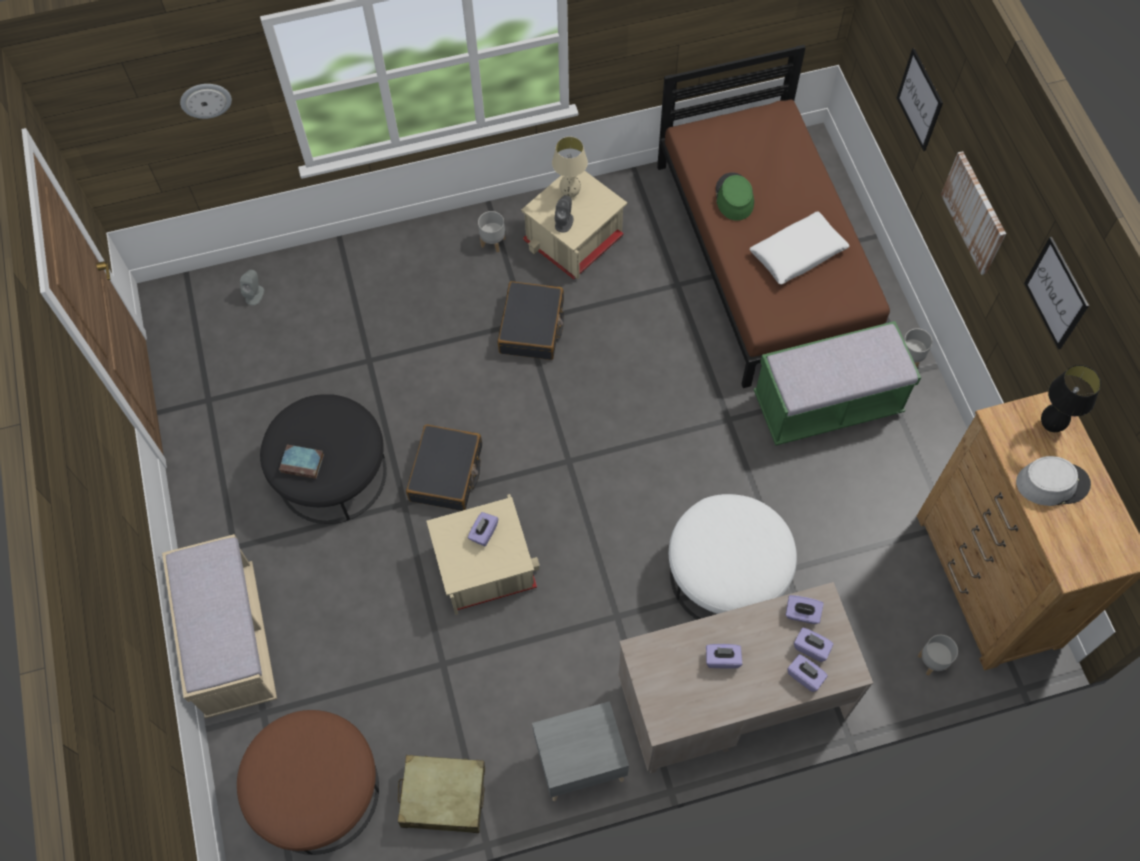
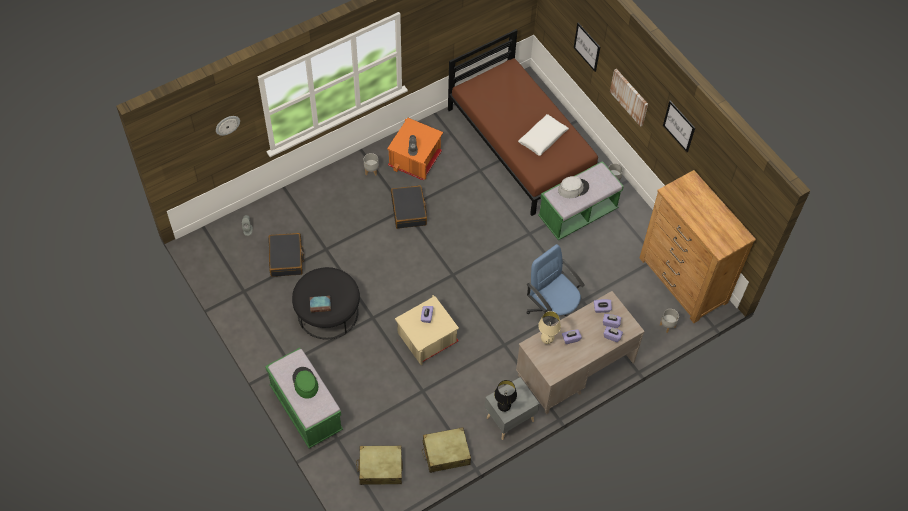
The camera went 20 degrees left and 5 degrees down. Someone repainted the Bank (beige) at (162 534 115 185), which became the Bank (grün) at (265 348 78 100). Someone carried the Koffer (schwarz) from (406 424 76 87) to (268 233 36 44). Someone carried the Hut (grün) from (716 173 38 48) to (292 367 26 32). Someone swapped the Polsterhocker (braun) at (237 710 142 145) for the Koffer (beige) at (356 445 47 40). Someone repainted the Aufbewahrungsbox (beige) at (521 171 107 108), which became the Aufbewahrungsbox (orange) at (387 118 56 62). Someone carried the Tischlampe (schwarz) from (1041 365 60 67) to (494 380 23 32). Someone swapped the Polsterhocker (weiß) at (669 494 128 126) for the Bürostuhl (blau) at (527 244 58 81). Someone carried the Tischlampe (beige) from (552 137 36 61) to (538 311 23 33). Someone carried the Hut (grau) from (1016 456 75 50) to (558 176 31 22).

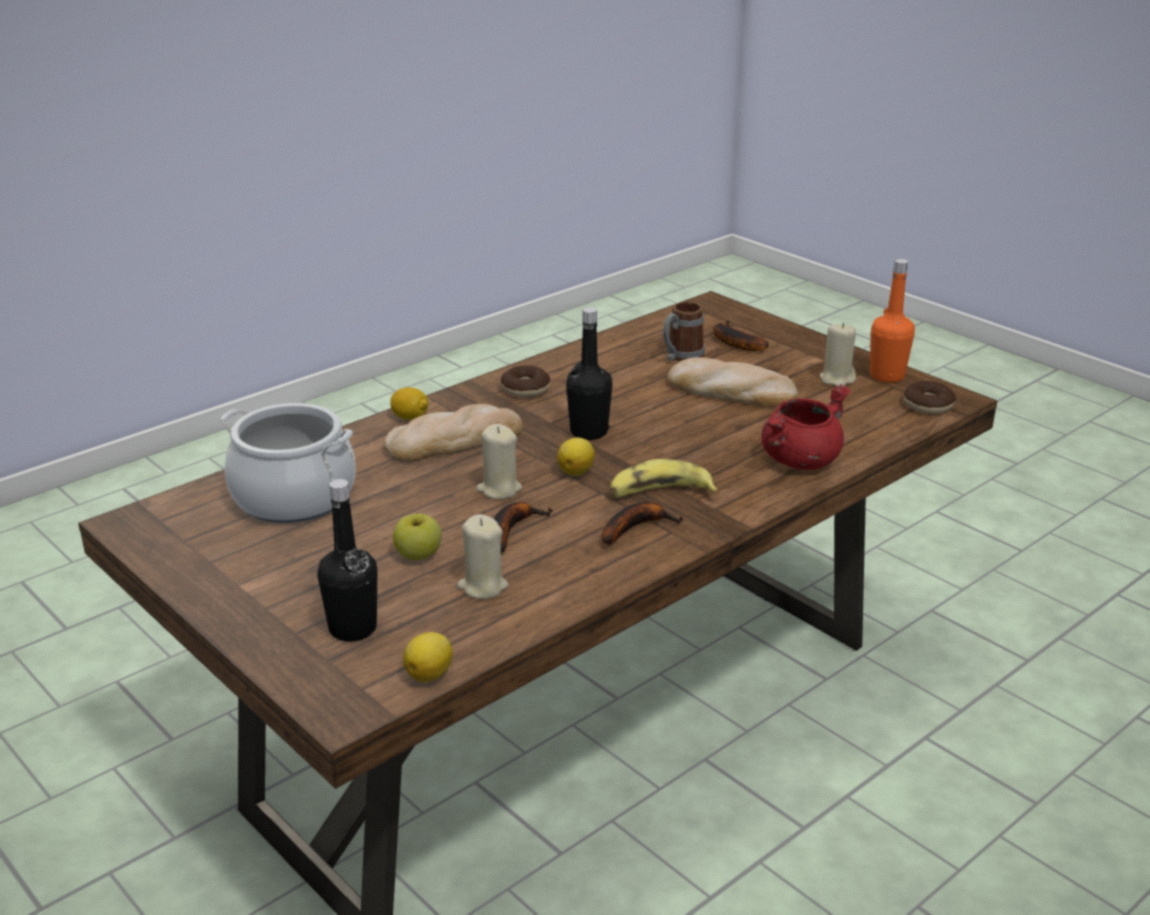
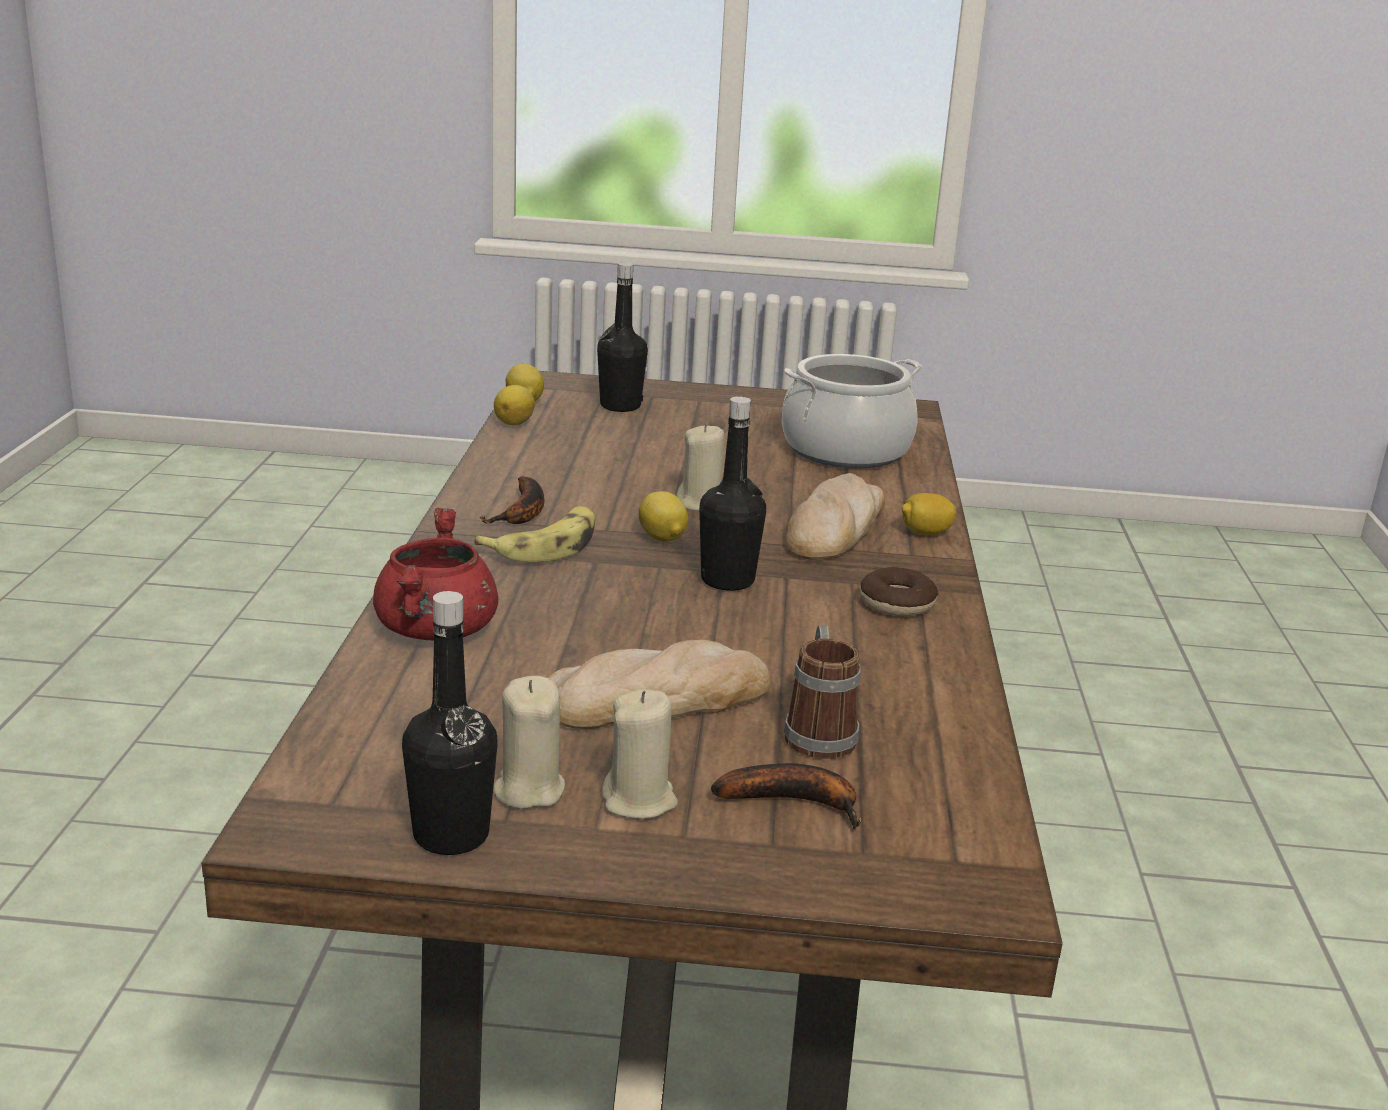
The camera went 135 degrees right and 5 degrees down. Someone repainted the Flasche (orange) at (870 259 45 124), which became the Flasche (schwarz) at (402 591 96 264). Someone put down the Zitrone at (494 385 41 40). Someone carried the Kerze (beige) from (457 514 52 85) to (602 689 76 130). Someone took away the Apfel at (393 514 49 46). Someone took away the Banane at (494 502 59 51). Someone took away the Donut at (904 381 52 33).

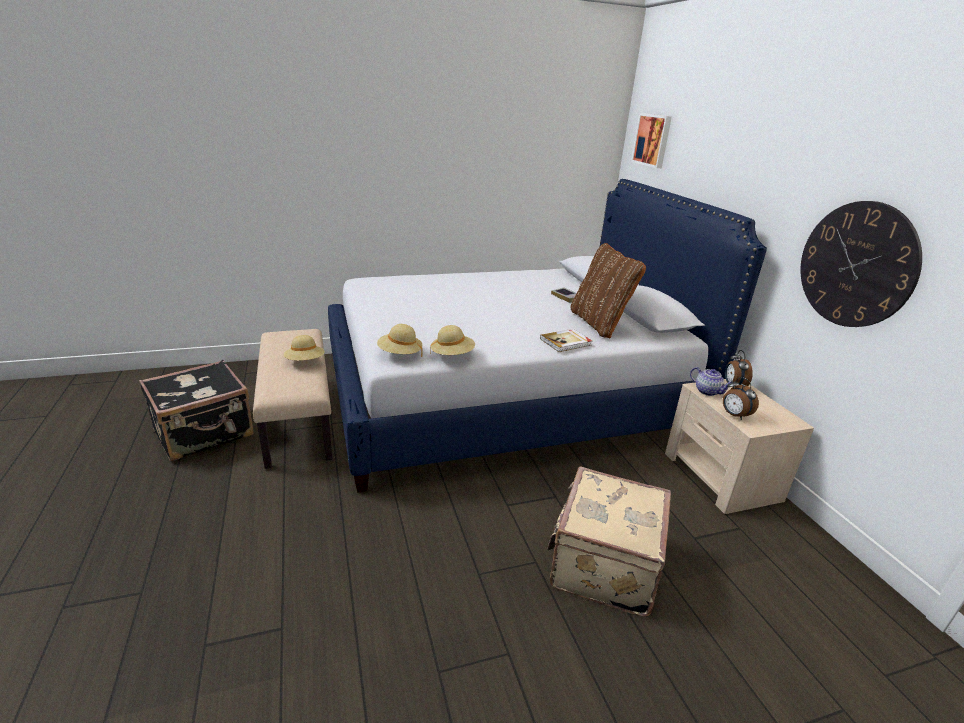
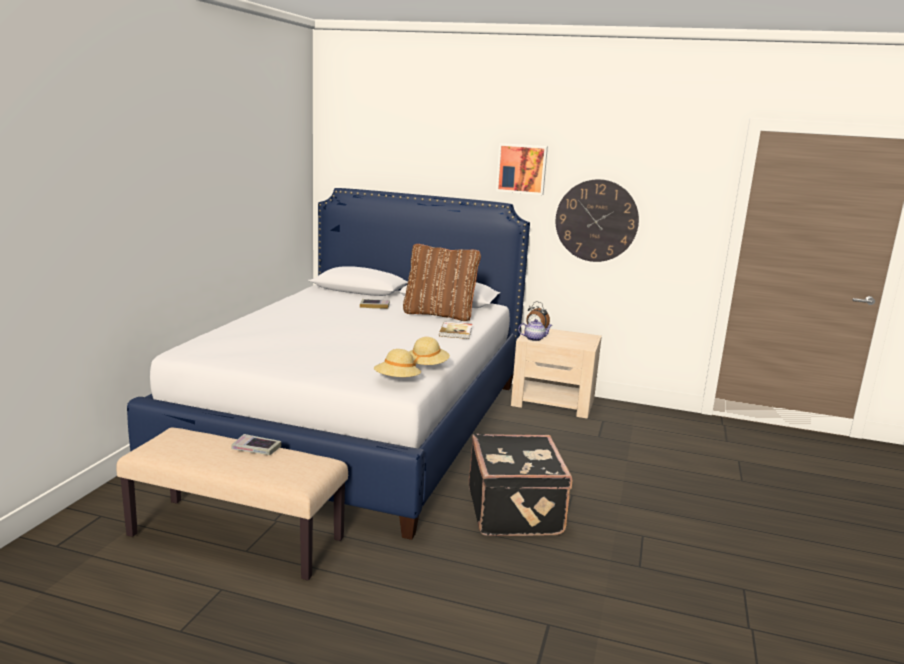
The camera went 55 degrees left and 10 degrees down. Someone swapped the Hut (beige) at (284 335 41 26) for the Buch at (231 434 50 21). Someone carried the Koffer (schwarz) from (139 360 115 101) to (469 434 103 102). Someone carried the Bild from (631 113 41 55) to (496 143 52 52). Someone took away the Koffer (beige) at (547 467 124 150). Someone took away the Wecker at (723 377 36 43).

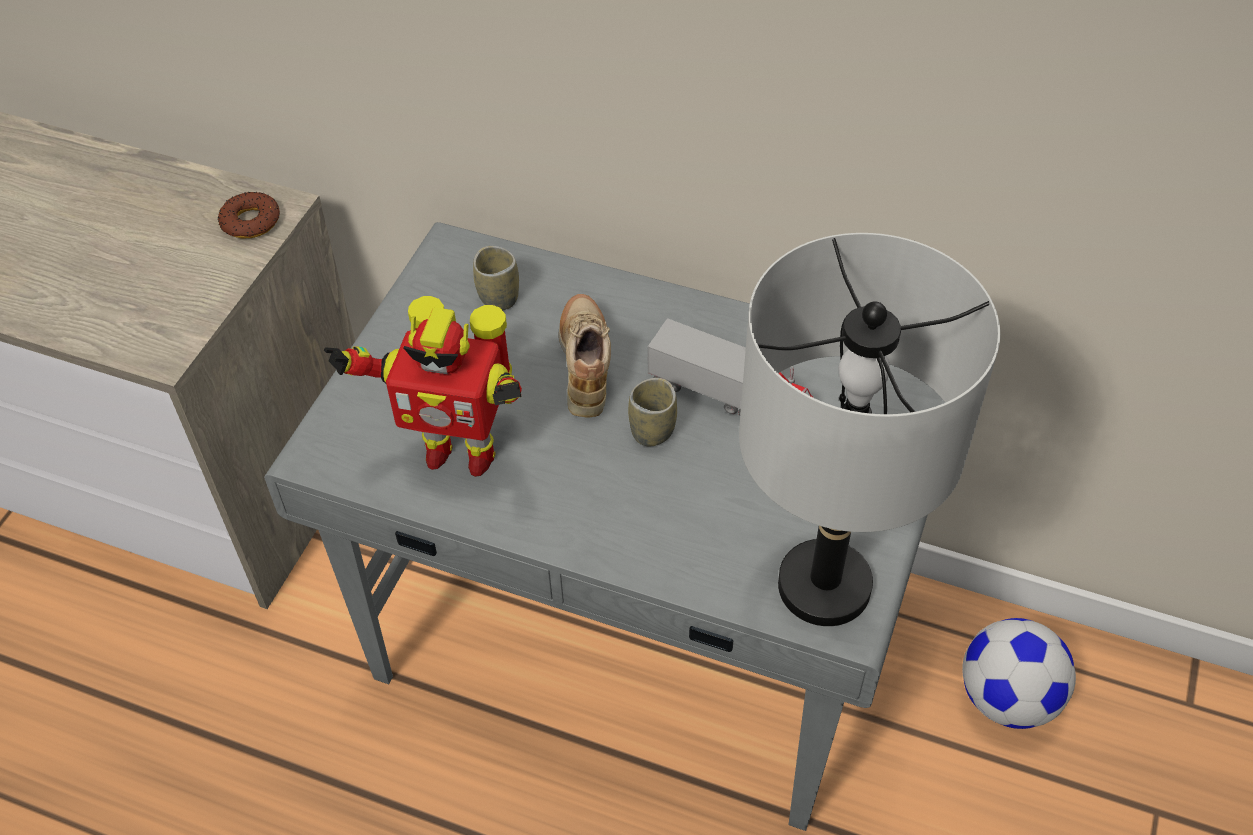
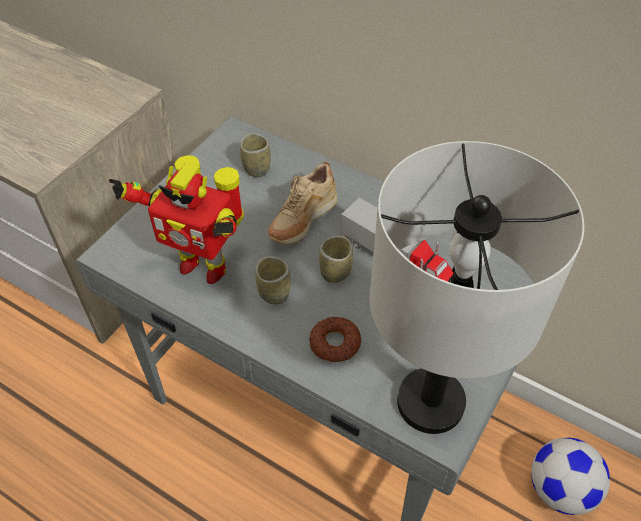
The camera went 10 degrees right and 0 degrees up. Someone put down the Tasse at (255 256 36 48). Someone rotated the Schuh (beige) at (559 294 52 123) by 150 degrees counterclockwise. Someone carried the Donut from (218 192 62 47) to (309 316 52 46).

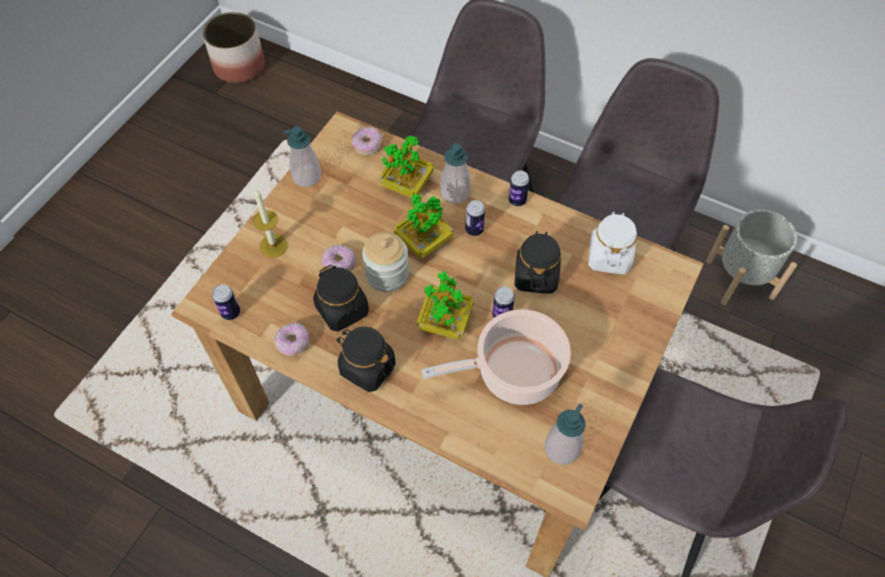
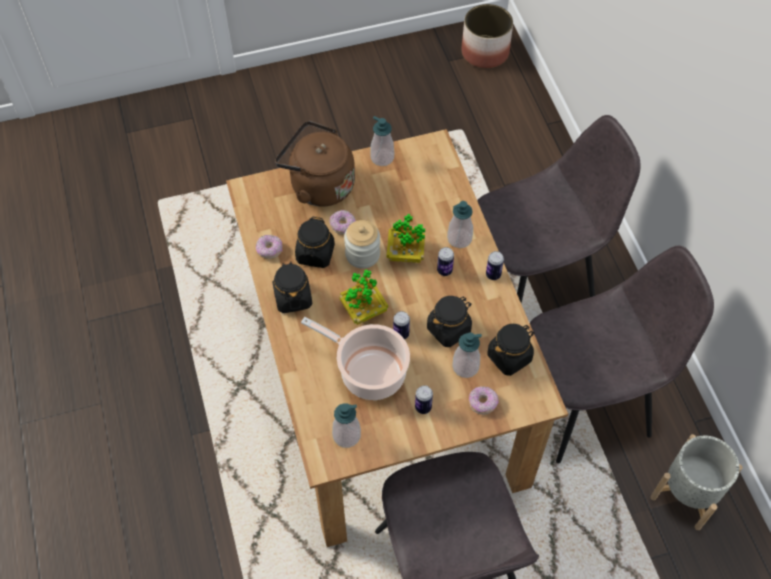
The camera went 45 degrees right and 0 degrees up. Someone swapped the Kerze at (253 188 35 70) for the Wasserkessel (braun) at (275 121 80 86). Someone carried the Dose from (212 284 28 36) to (415 385 18 29). Someone put down the Seifenspender at (452 332 30 46). Someone carried the Donut from (352 127 30 28) to (469 386 30 29). Someone repainted the Vorratsglas (weiß) at (588 212 49 62), which became the Vorratsglas (schwarz) at (487 324 47 52). Someone took away the Topfpflanze at (379 136 55 62).

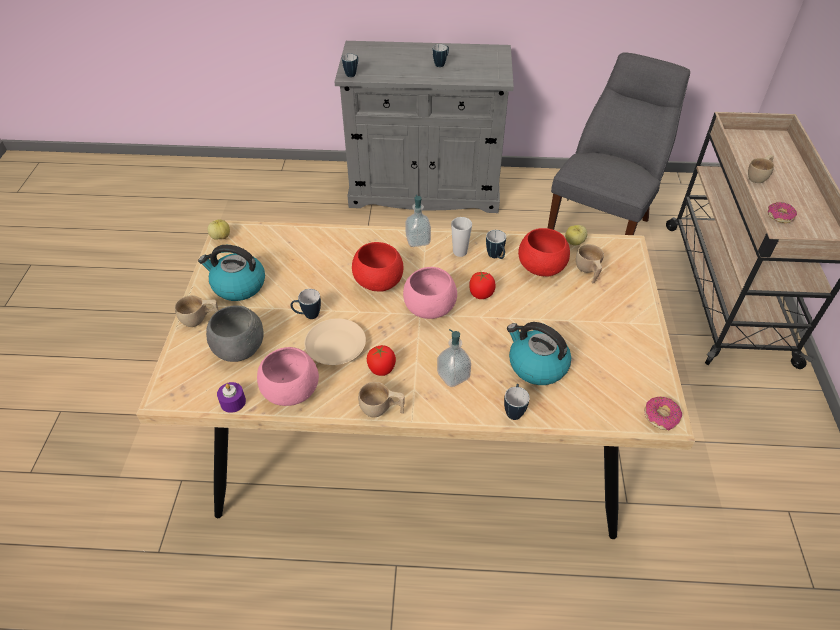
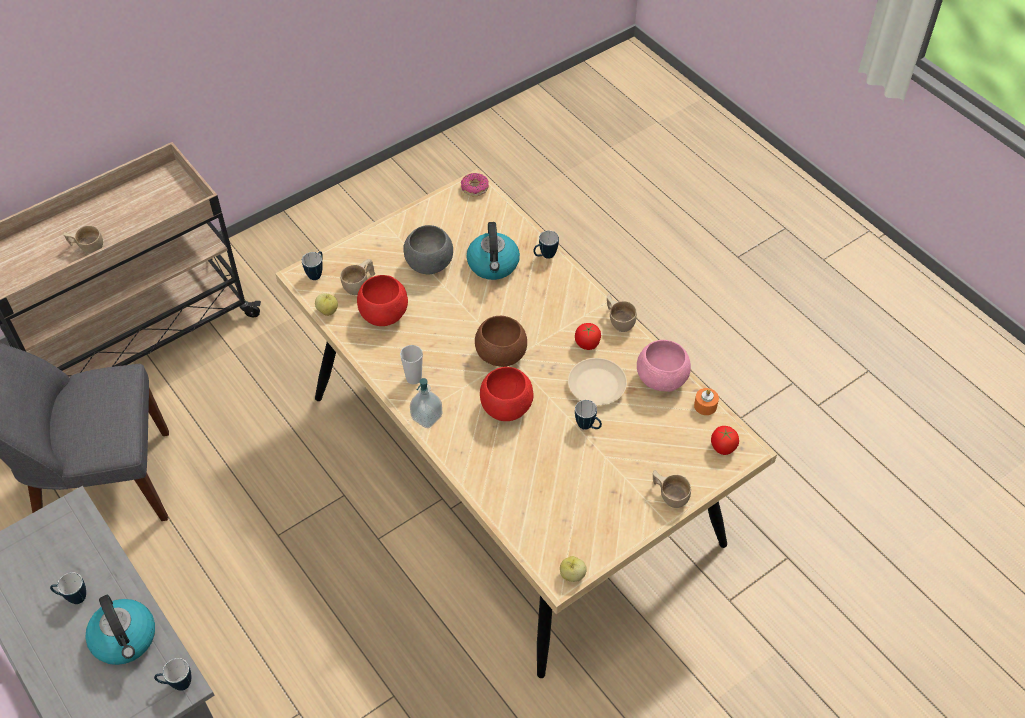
The camera went 130 degrees left and 5 degrees up. Someone carried the Wasserkessel from (198 245 67 56) to (85 595 70 70). Someone carried the Henkelbecher from (486 230 20 29) to (302 251 21 29). Someone carried the Schüssel (grau) from (206 306 58 56) to (403 225 50 50). Someone repainted the Schüssel (rosa) at (403 267 54 52), which became the Schüssel (braun) at (475 316 52 51). Someone repainted the Kerze (lila) at (217 382 29 31), which became the Kerze (orange) at (694 388 25 27). Someone carried the Tomate from (469 270 27 29) to (711 426 28 29). Someone took away the Seifenspender at (437 329 34 58). Someone took away the Donut at (768 202 29 21).

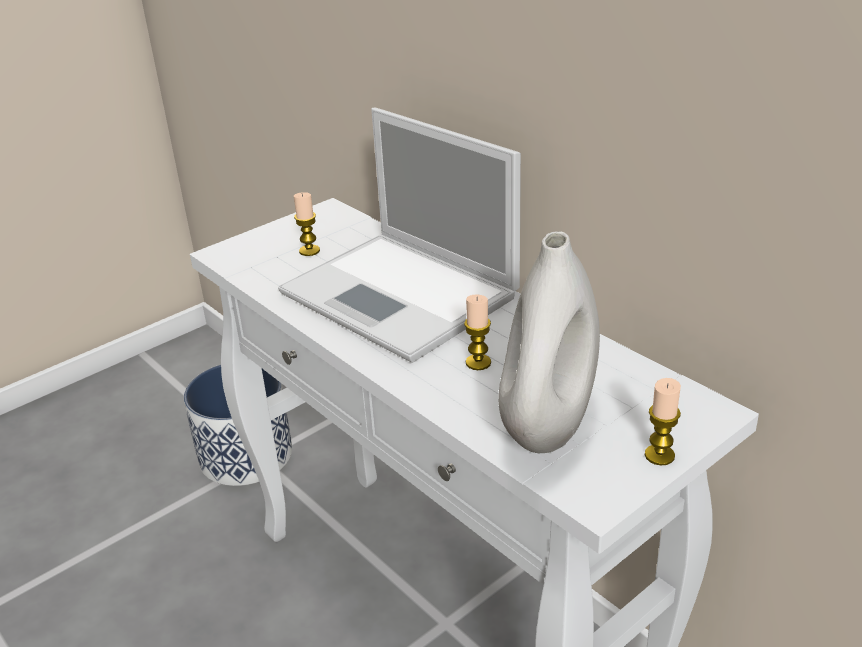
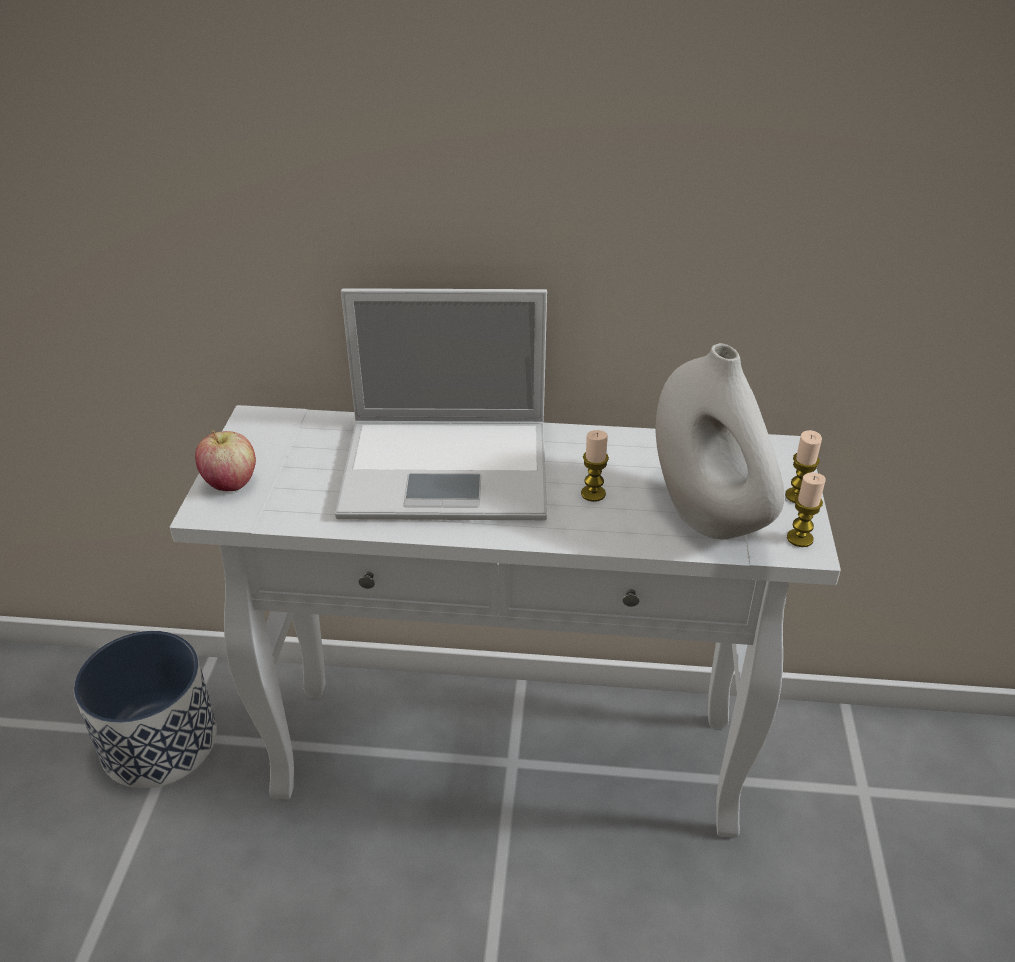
The camera went 45 degrees left and 5 degrees up. Someone put down the Apfel at (195 430 61 61). Someone carried the Kerze from (294 192 26 64) to (787 473 39 74).

